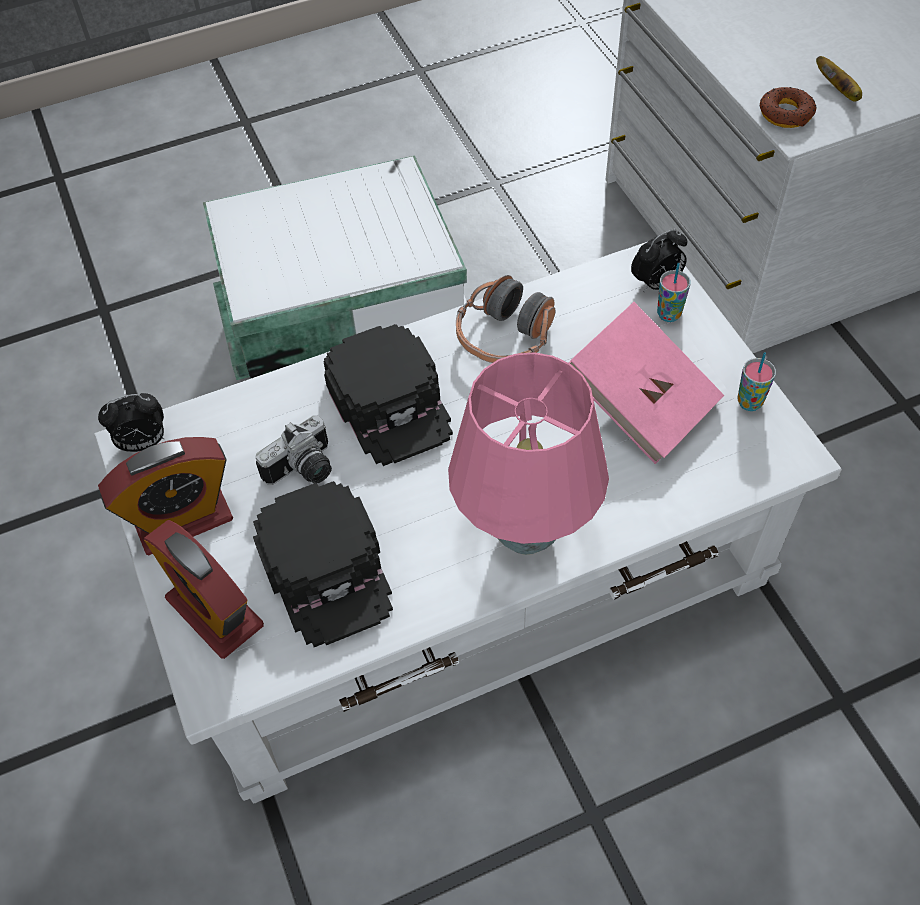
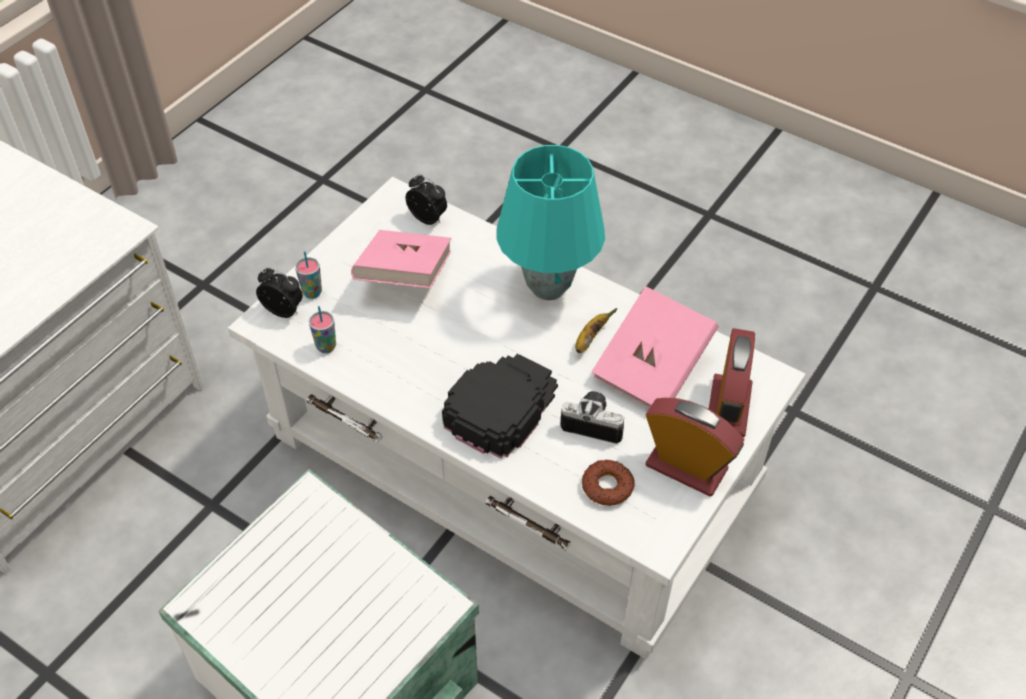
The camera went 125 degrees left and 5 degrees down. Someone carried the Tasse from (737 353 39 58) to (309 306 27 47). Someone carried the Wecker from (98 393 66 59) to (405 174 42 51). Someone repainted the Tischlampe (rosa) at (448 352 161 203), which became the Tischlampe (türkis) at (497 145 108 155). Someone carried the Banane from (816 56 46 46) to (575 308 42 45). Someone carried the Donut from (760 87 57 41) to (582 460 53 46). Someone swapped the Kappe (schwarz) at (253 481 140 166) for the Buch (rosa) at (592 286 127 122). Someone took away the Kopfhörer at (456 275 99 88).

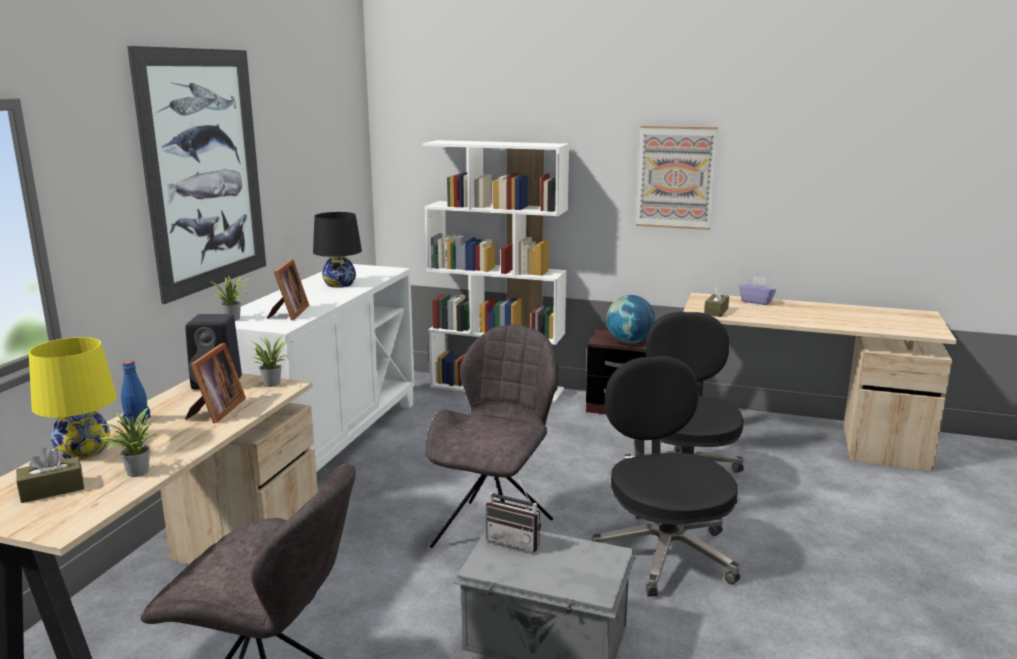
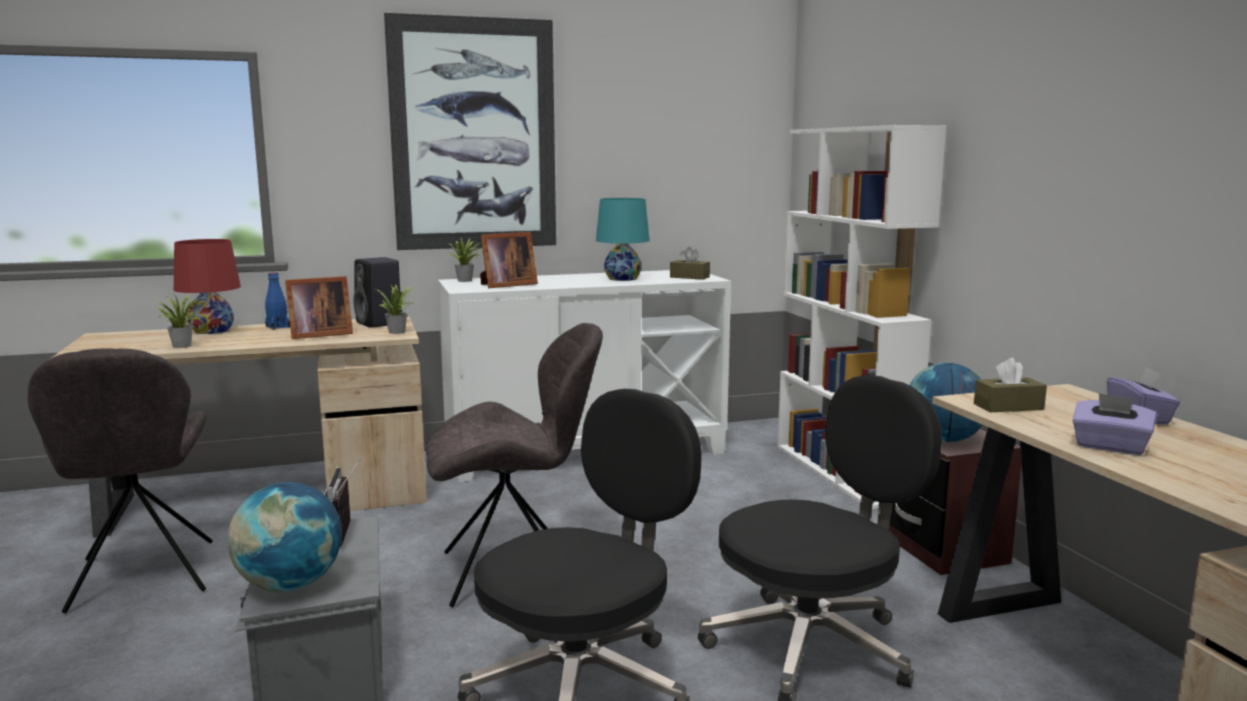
The camera went 55 degrees right and 5 degrees down. Someone repainted the Tischlampe (gelb) at (29 337 88 122), which became the Tischlampe (rot) at (174 239 67 95). Someone put down the Globus at (228 482 114 110). Someone repainted the Tischlampe (schwarz) at (313 212 49 76), which became the Tischlampe (türkis) at (596 198 54 83). Someone carried the Taschentuchbox (braun) from (16 447 68 56) to (670 247 40 33). Someone put down the Taschentuchbox (lila) at (1073 393 83 62). Someone took away the Bild at (636 126 82 104).

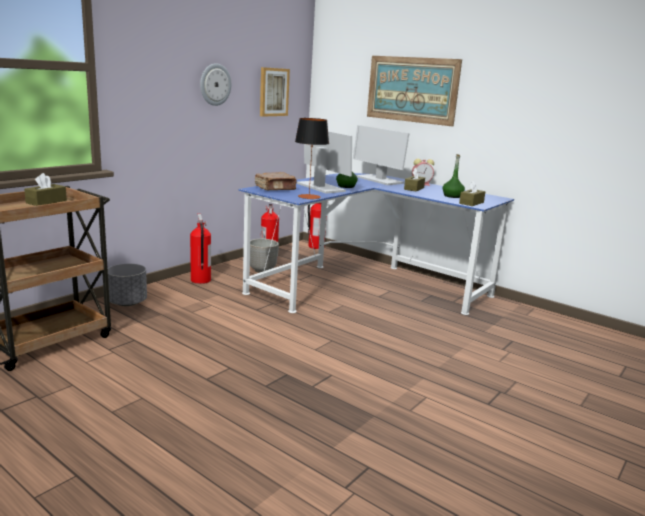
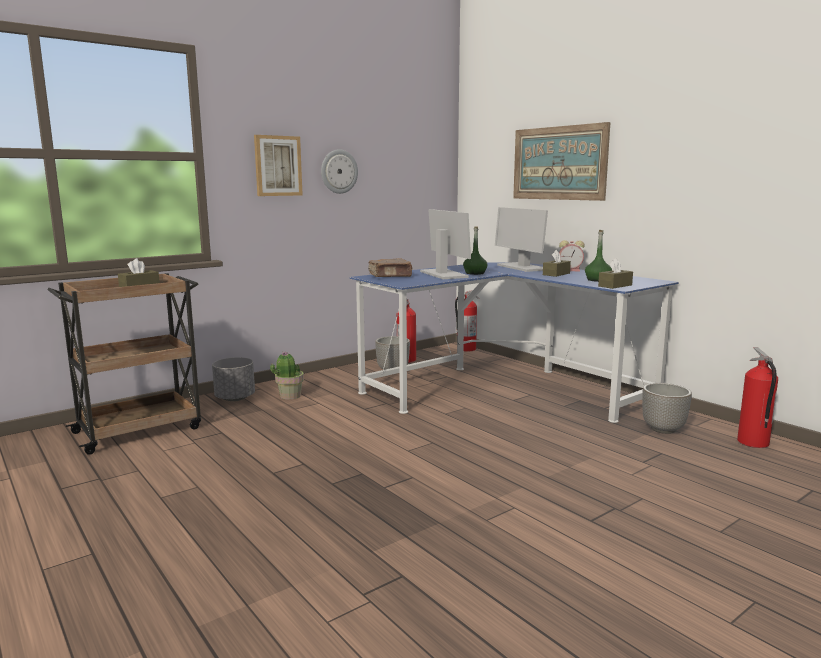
The camera went 15 degrees right and 5 degrees down. Someone carried the Bild from (260 67 30 50) to (254 135 49 61). Someone put down the Topfpflanze at (270 351 34 48). Someone put down the Pflanzkübel at (642 383 50 51). Someone carried the Feuerlöscher from (190 214 21 70) to (737 347 41 101). Someone took away the Tischlampe at (295 118 34 81).

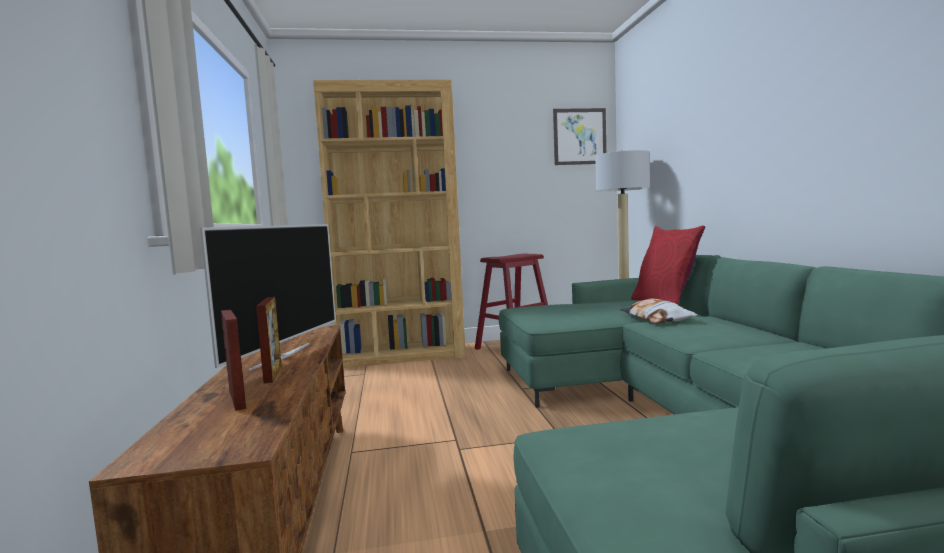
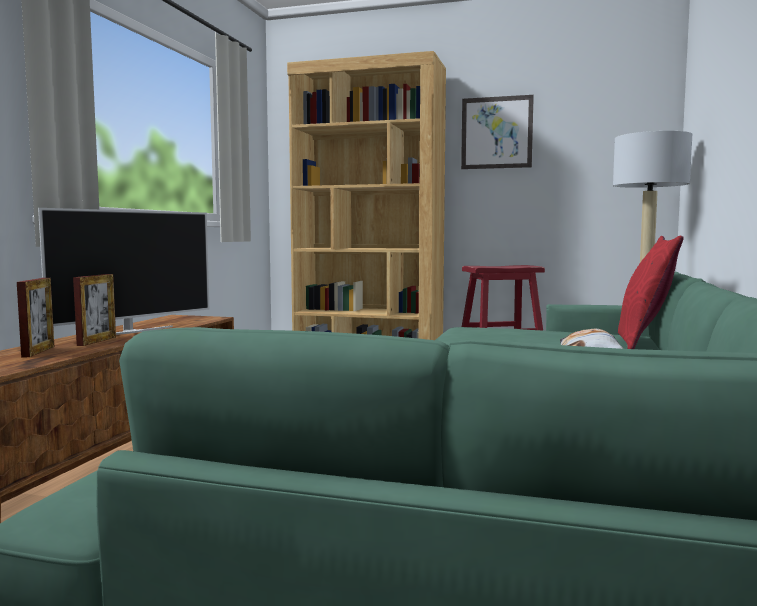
The camera went 25 degrees right and 0 degrees up. Someone carried the Bild from (553 108 53 57) to (461 95 73 74).

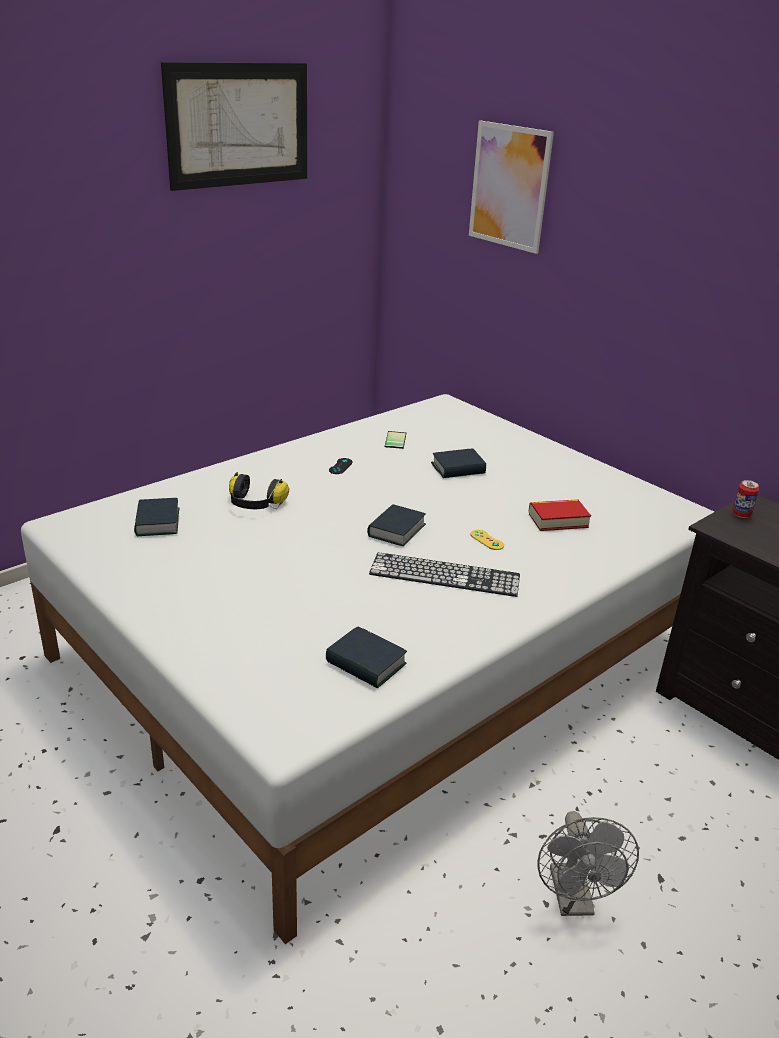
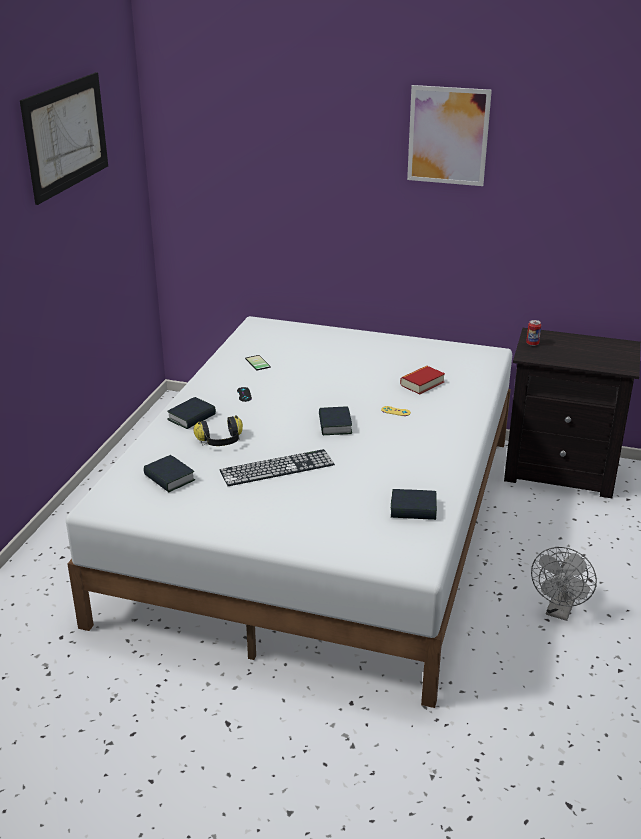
The camera went 30 degrees left and 0 degrees up. Someone carried the Buch from (431 448 55 30) to (167 397 49 32). Someone carried the Tastatur from (369 552 151 45) to (219 449 116 37). Someone carried the Bild from (469 120 85 134) to (407 85 85 101). Someone rotated the Ventilator (grau) at (538 811 101 105) by 60 degrees clockwise.

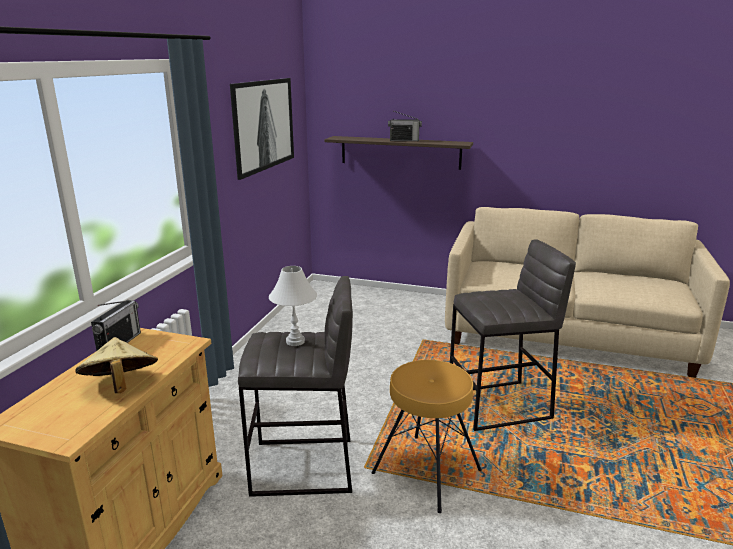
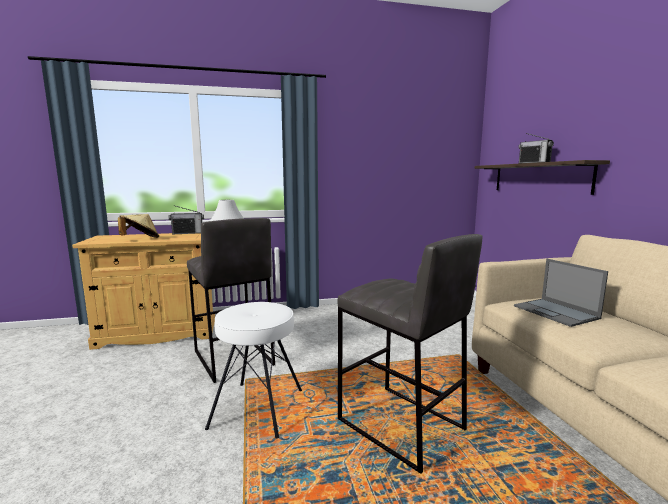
The camera went 60 degrees right and 10 degrees down. Someone repainted the Hocker (braun) at (372 360 110 153), which became the Hocker (weiß) at (205 302 97 136). Someone put down the Laptop at (514 259 94 68). Someone took away the Bild at (230 78 64 102).

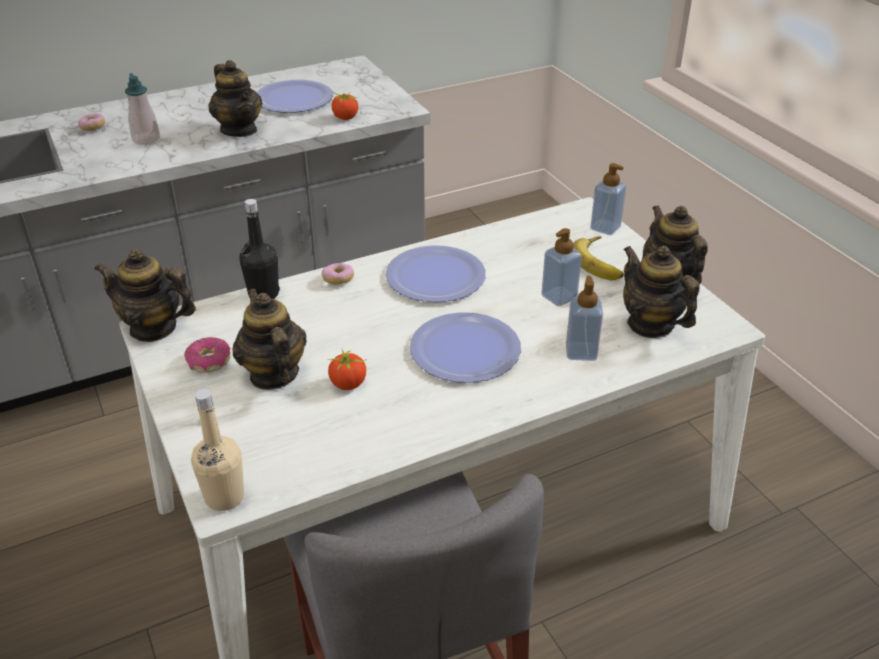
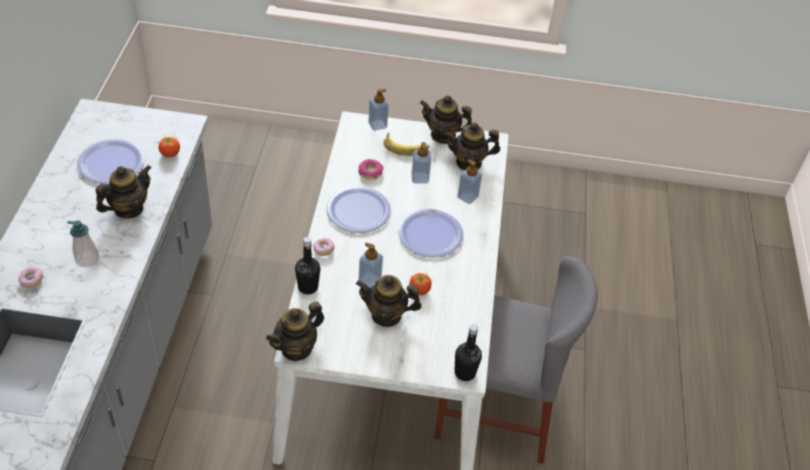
The camera went 60 degrees left and 10 degrees up. Someone rotated the Teekanne at (208 60 54 77) by 45 degrees counterclockwise. Someone carried the Donut from (184 337 47 36) to (358 159 26 21). Someone put down the Seifenspender at (359 243 24 45). Someone repainted the Flasche (beige) at (191 389 53 122), which became the Flasche (schwarz) at (455 324 27 57).

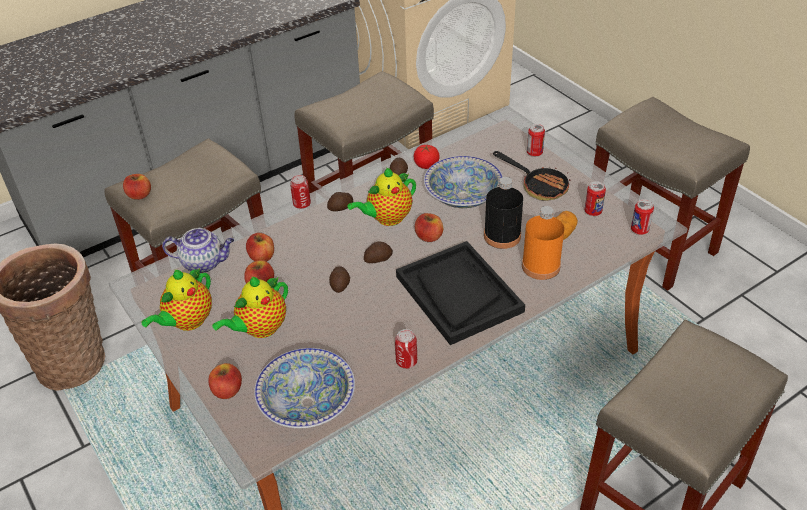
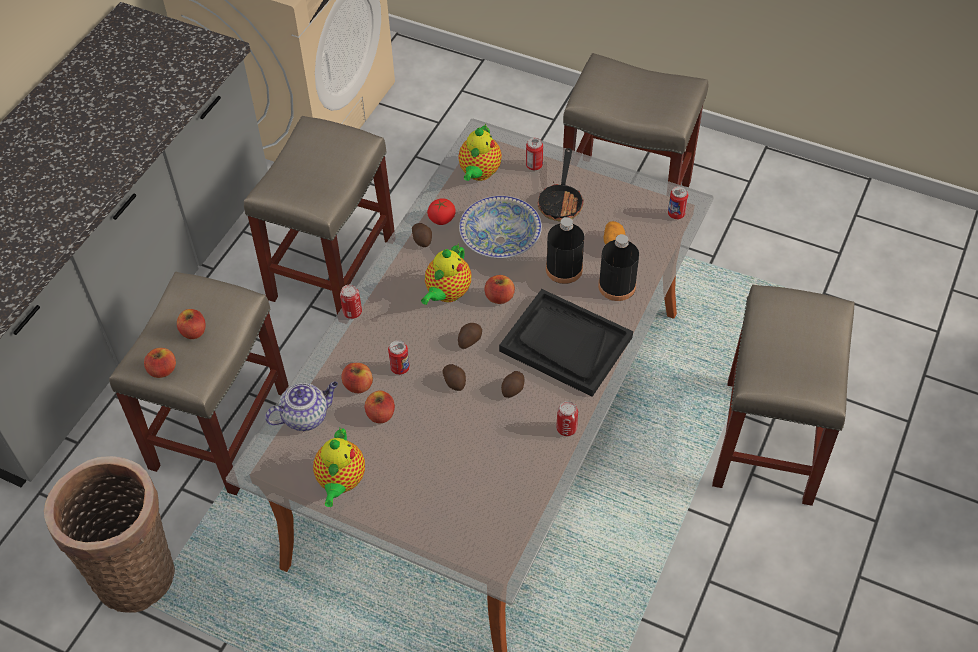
The camera went 30 degrees left and 10 degrees up. Someone carried the Apfel from (208 363 34 36) to (177 309 29 30). Someone carried the Dose from (584 181 22 35) to (388 340 22 35). Someone carried the Teekanne from (212 277 76 61) to (458 124 44 57). Someone carried the Kartoffel from (327 192 26 19) to (501 371 24 27). Someone rotated the Pfanne at (493 151 78 50) by 90 degrees clockwise. Someone repainted the Flasche (orange) at (522 206 42 74), which became the Flasche (schwarz) at (598 234 41 67). Someone took away the Schüssel at (254 348 101 80).

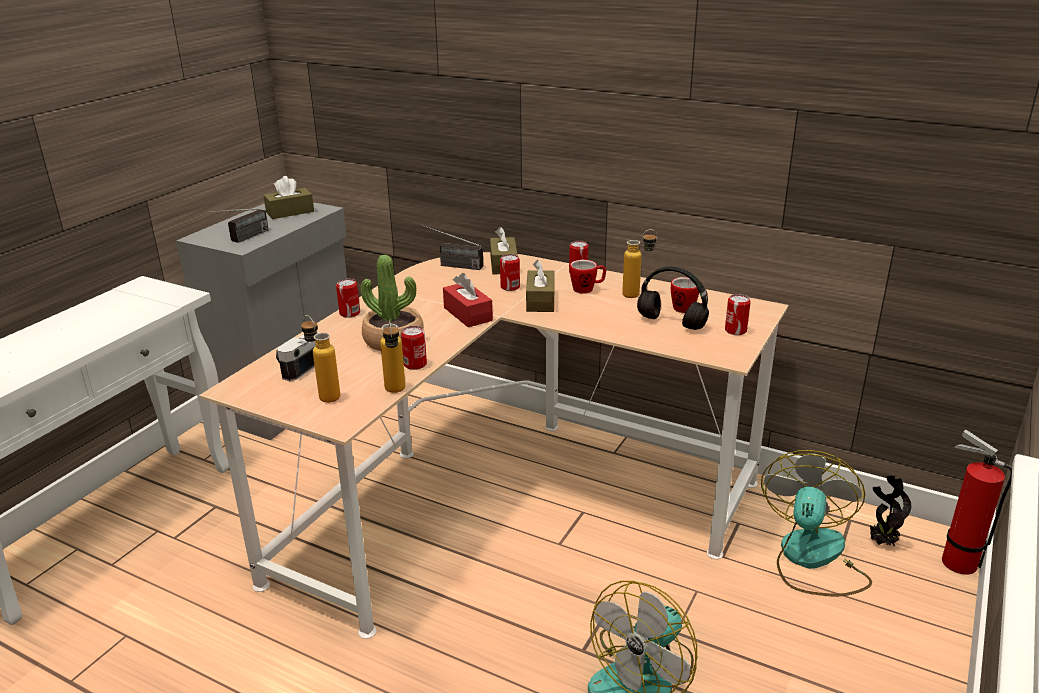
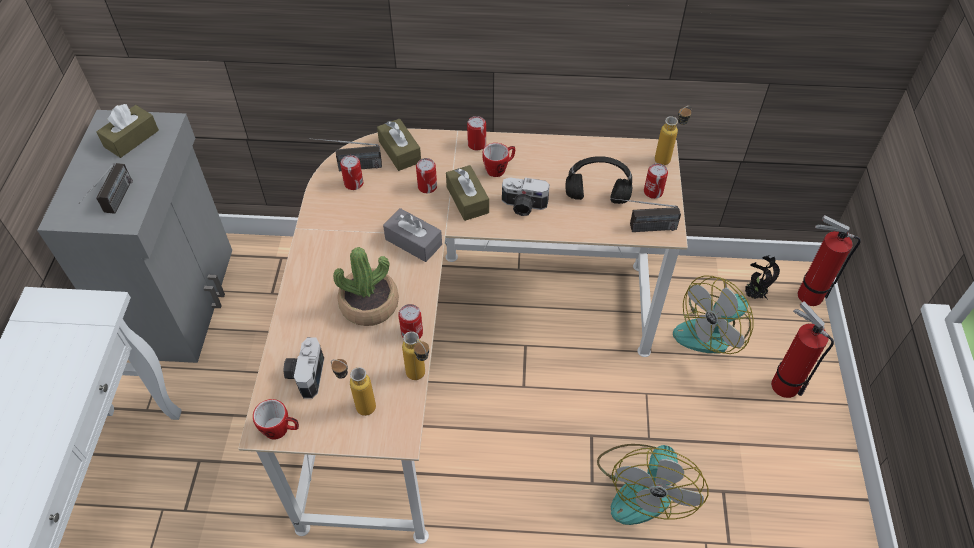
The camera went 25 degrees left and 25 degrees up. Someone carried the Henkelbecher from (671 277 37 36) to (253 399 46 41). Someone carried the Dose from (336 278 24 40) to (340 155 23 35). Someone repainted the Taschentuchbox (rot) at (443 273 50 54), which became the Taschentuchbox (grau) at (383 208 59 54). Someone put down the Kamera at (502 177 48 39). Someone put down the Radio at (610 198 71 34). Someone carried the Flasche from (622 229 35 69) to (655 106 37 59). Someone rotated the Ventilator at (761 450 111 146) by 120 degrees counterclockwise. Someone put down the Feuerlöscher at (771 301 63 97).

